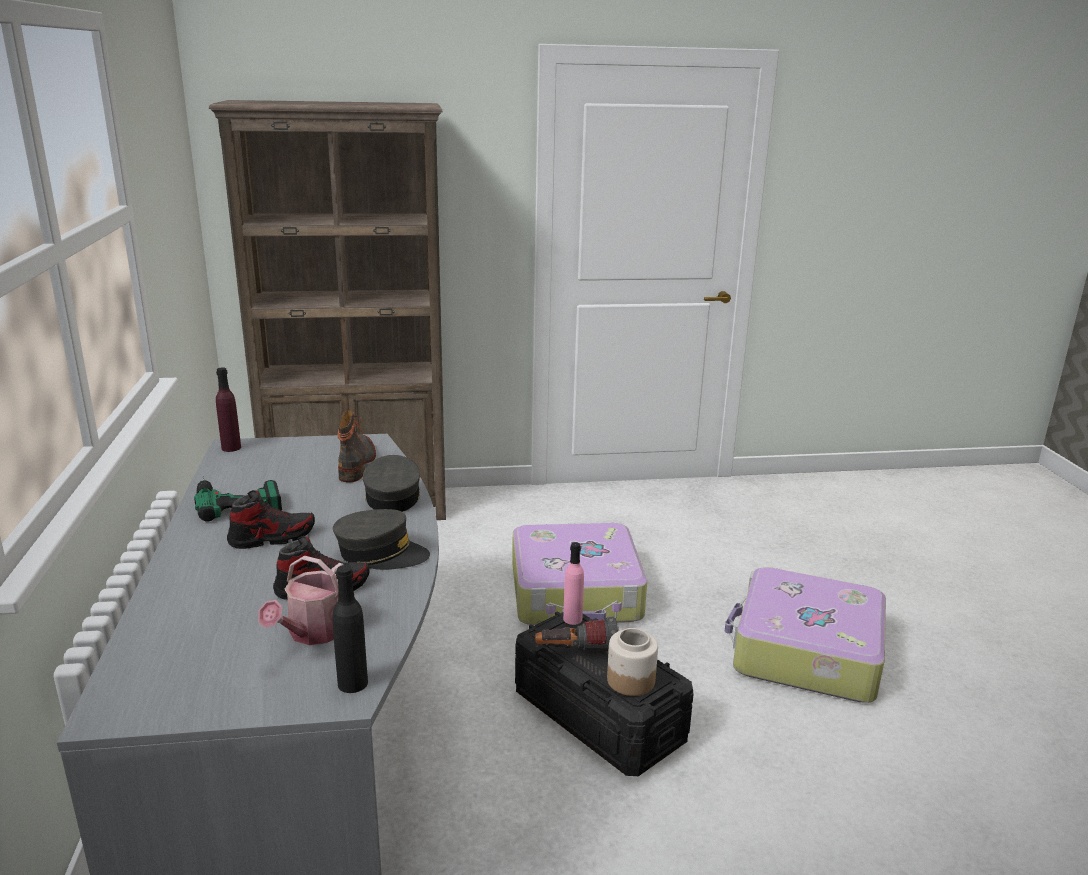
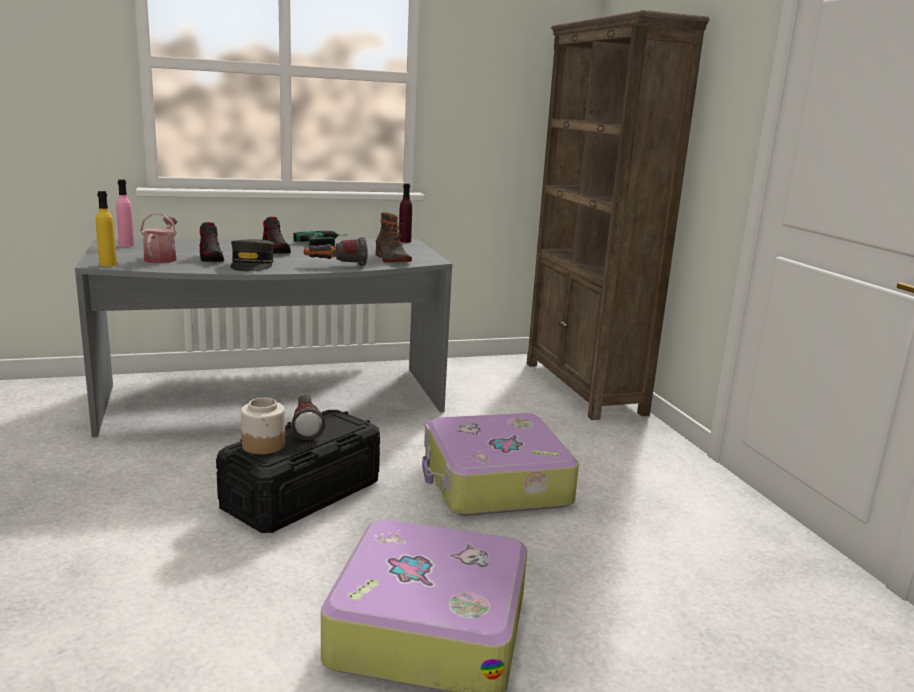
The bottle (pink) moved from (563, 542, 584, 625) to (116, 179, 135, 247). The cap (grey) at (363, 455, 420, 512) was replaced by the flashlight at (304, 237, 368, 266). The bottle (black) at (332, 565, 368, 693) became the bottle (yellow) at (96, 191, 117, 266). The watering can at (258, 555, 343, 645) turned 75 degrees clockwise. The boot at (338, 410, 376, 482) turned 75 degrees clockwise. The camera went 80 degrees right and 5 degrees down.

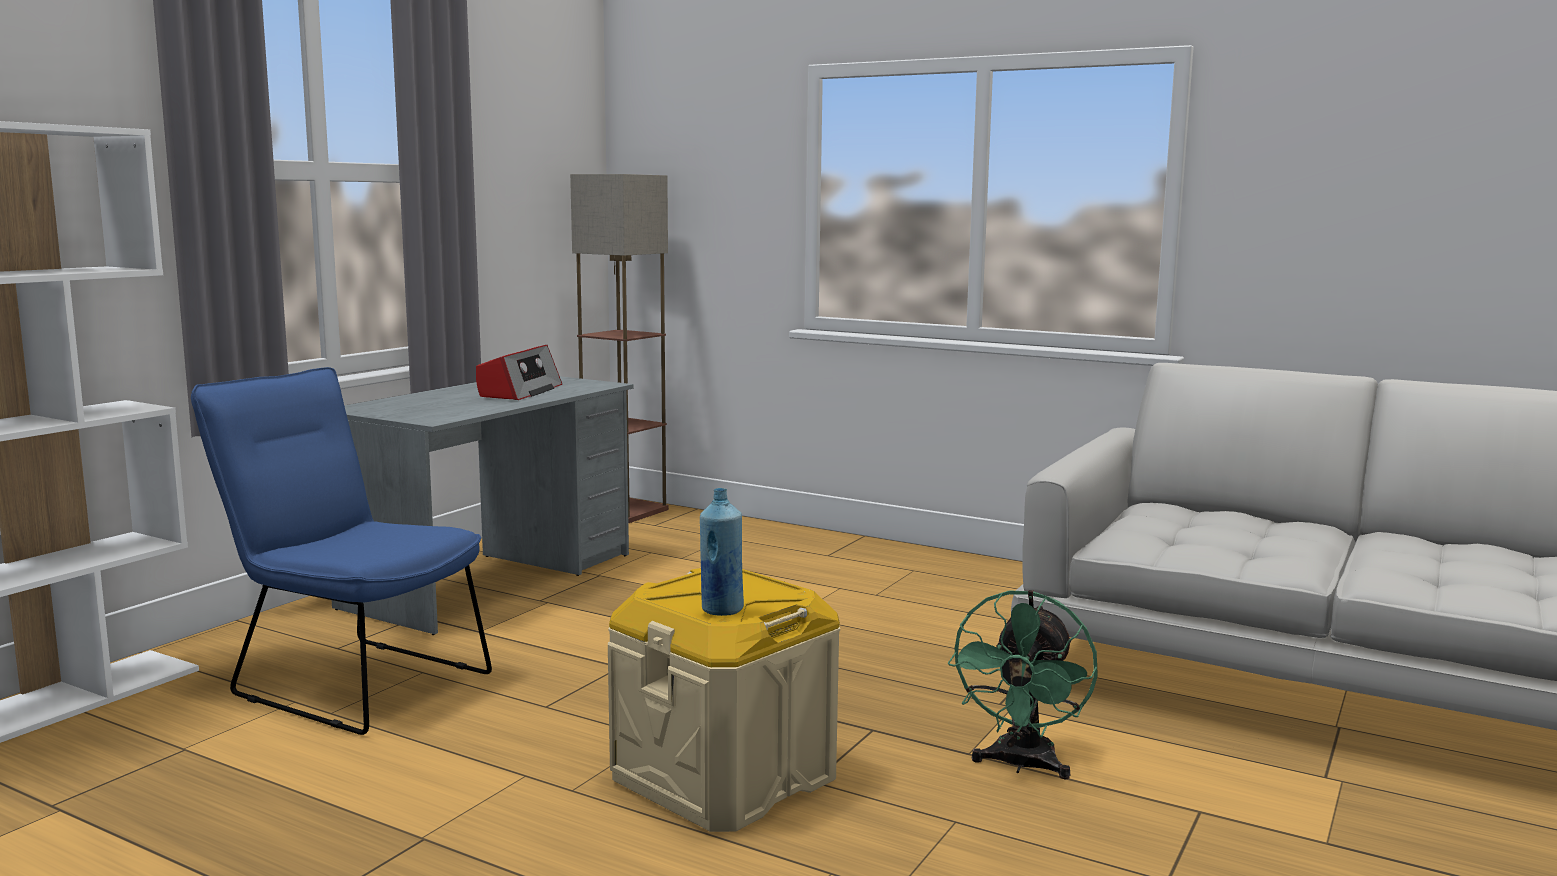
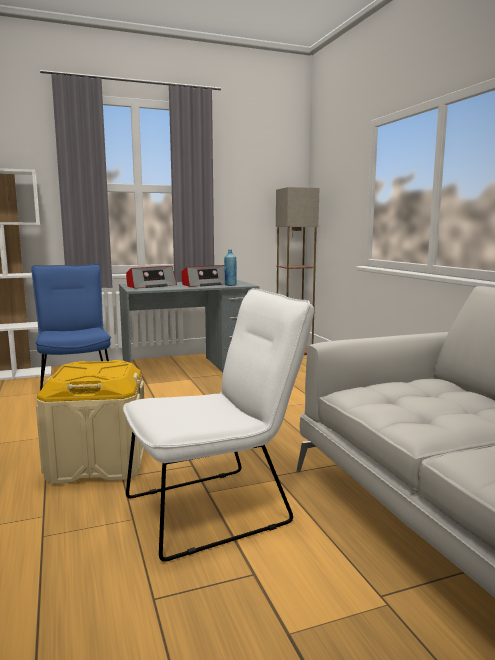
The radio at (126, 266, 177, 289) appeared. The bottle (blue) moved from (700, 488, 744, 616) to (224, 250, 237, 286). The fan (green) at (948, 590, 1098, 780) was replaced by the chair (white) at (123, 288, 314, 562). The camera went 40 degrees right and 0 degrees up.

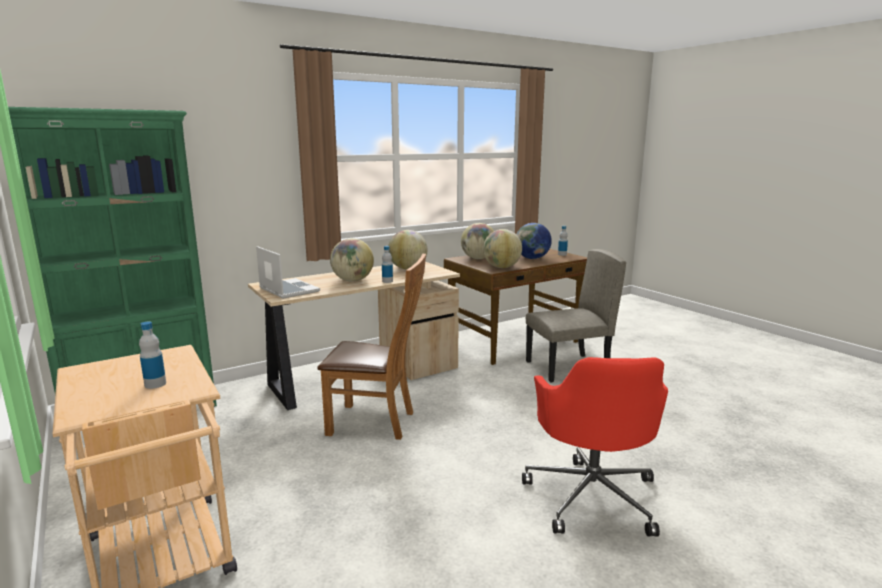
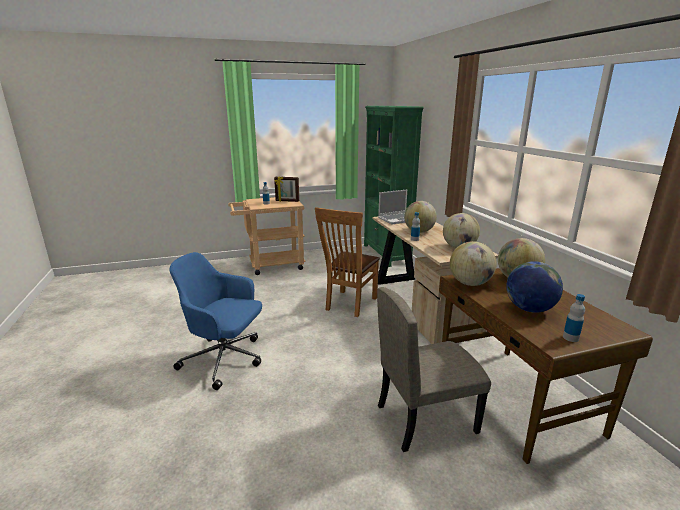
The picture frame at (274, 177, 299, 202) appeared. The office chair (red) at (522, 357, 668, 536) became the office chair (blue) at (169, 252, 262, 390). The chair (beige) at (526, 249, 626, 383) turned 75 degrees clockwise. The camera went 105 degrees right and 5 degrees up.

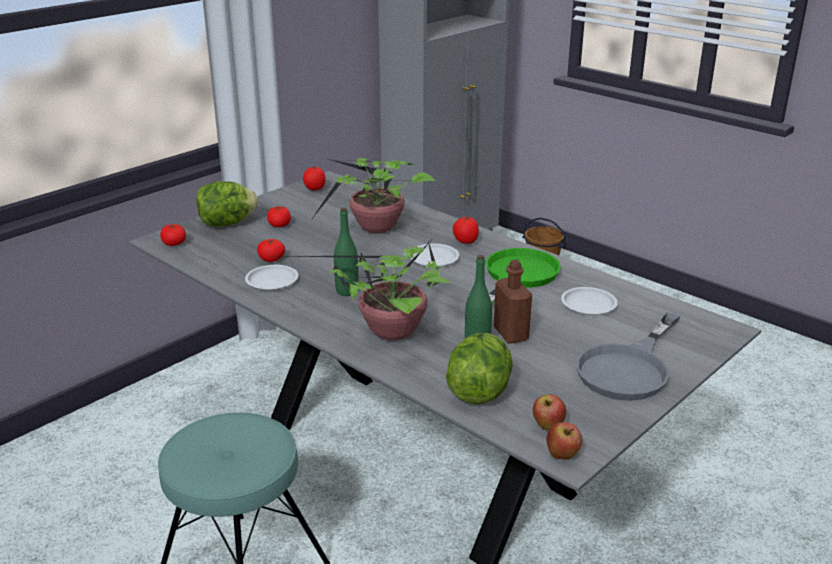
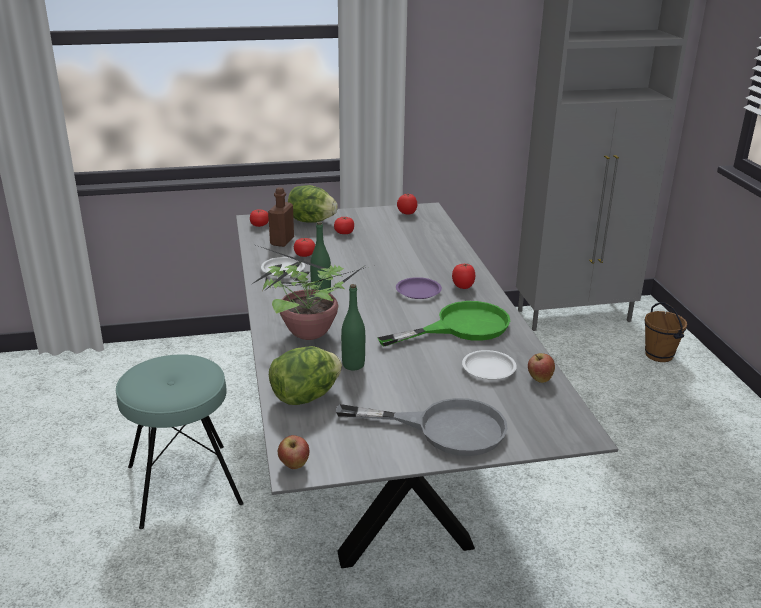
The potted plant at (311, 158, 436, 234) disappeared. The bottle (brown) moved from (494, 260, 532, 344) to (268, 187, 294, 247). The apple moved from (533, 394, 566, 430) to (528, 353, 555, 383). The plate (white) at (411, 244, 459, 267) became the plate (purple) at (396, 277, 442, 299). The frying pan (grey) at (576, 312, 680, 401) turned 150 degrees counterclockwise. The camera went 35 degrees right and 0 degrees up.

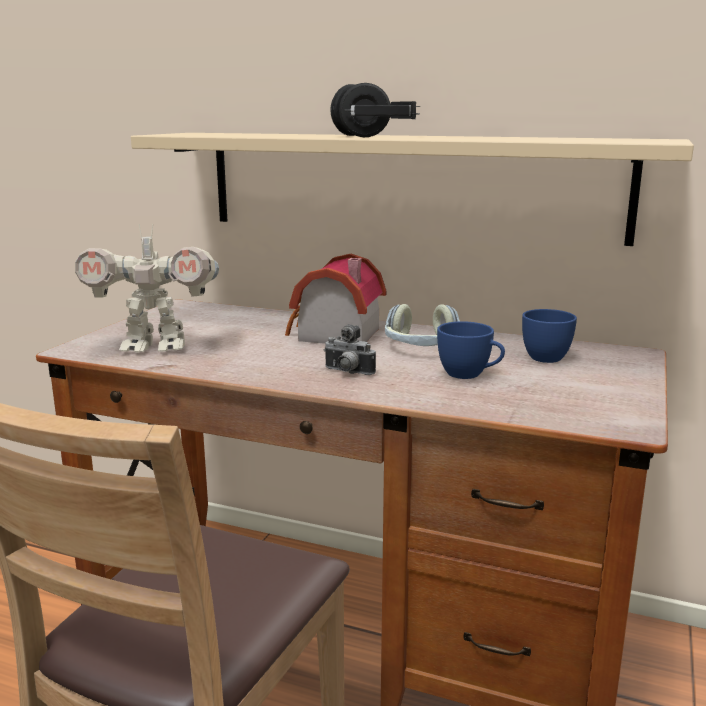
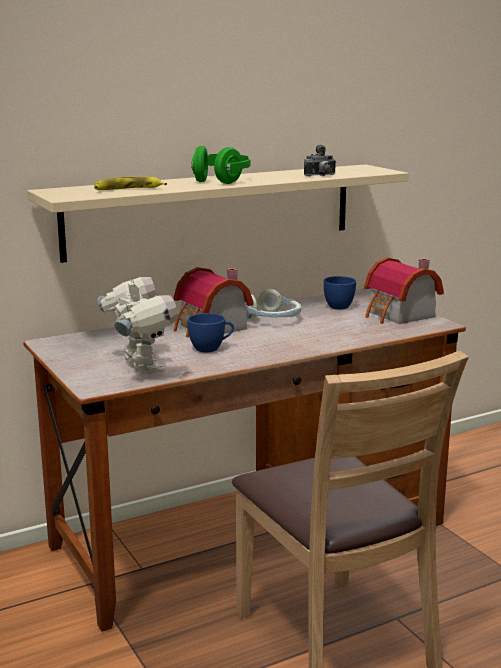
The banana at (94, 177, 167, 190) appeared. The toy house at (364, 257, 444, 324) appeared. The photo camera moved from (324, 324, 376, 375) to (304, 145, 336, 176). The cup (blue) moved from (437, 321, 505, 379) to (187, 313, 234, 352). The headphones (black) at (330, 83, 420, 137) became the headphones (green) at (191, 146, 251, 184). The toy robot at (75, 224, 219, 353) turned 60 degrees counterclockwise. The camera went 50 degrees left and 0 degrees up.

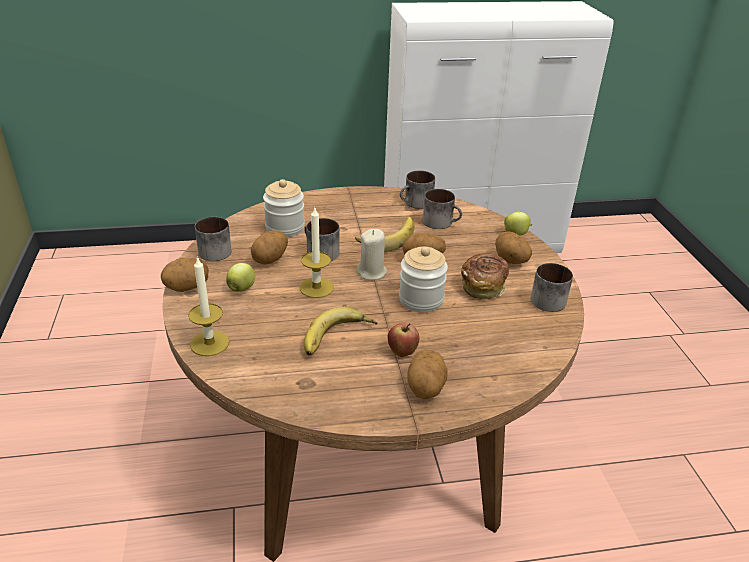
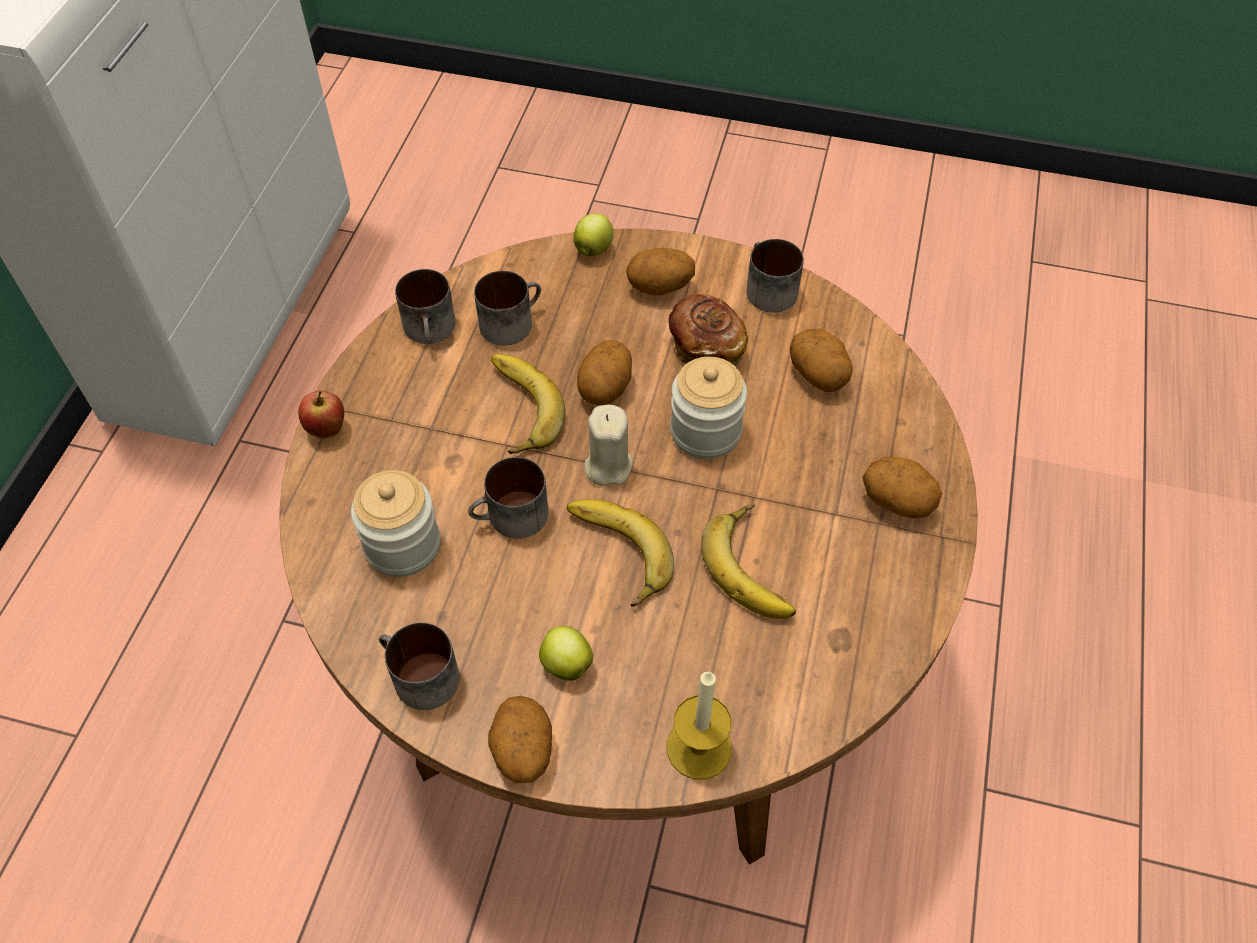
The potato moved from (251, 230, 288, 264) to (790, 329, 853, 392). The apple moved from (388, 322, 419, 357) to (298, 391, 344, 439). The candle at (300, 208, 334, 298) was replaced by the banana at (567, 499, 674, 607). The camera went 65 degrees left and 20 degrees up.

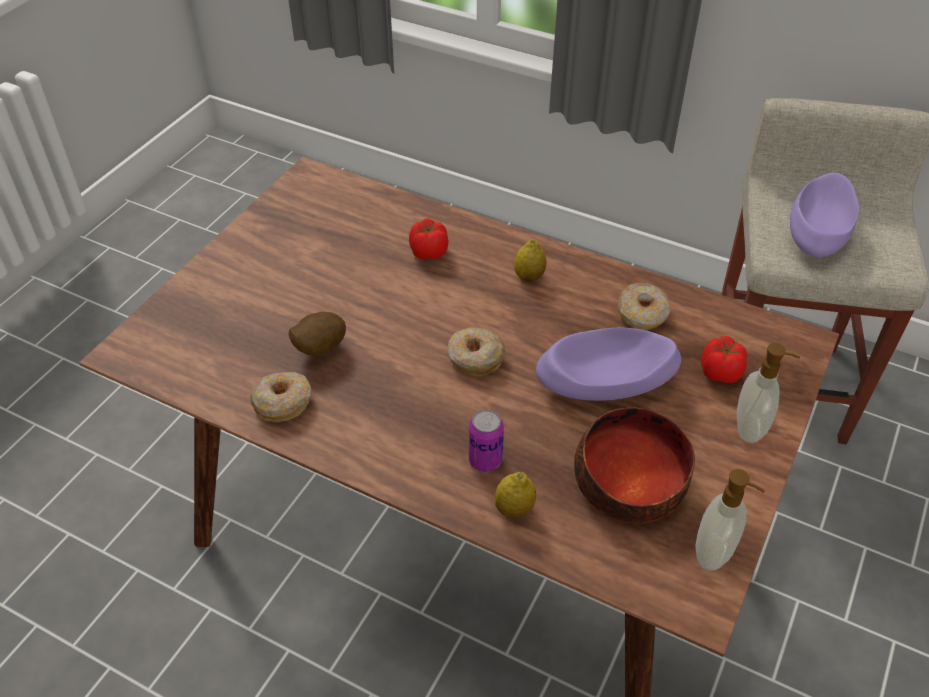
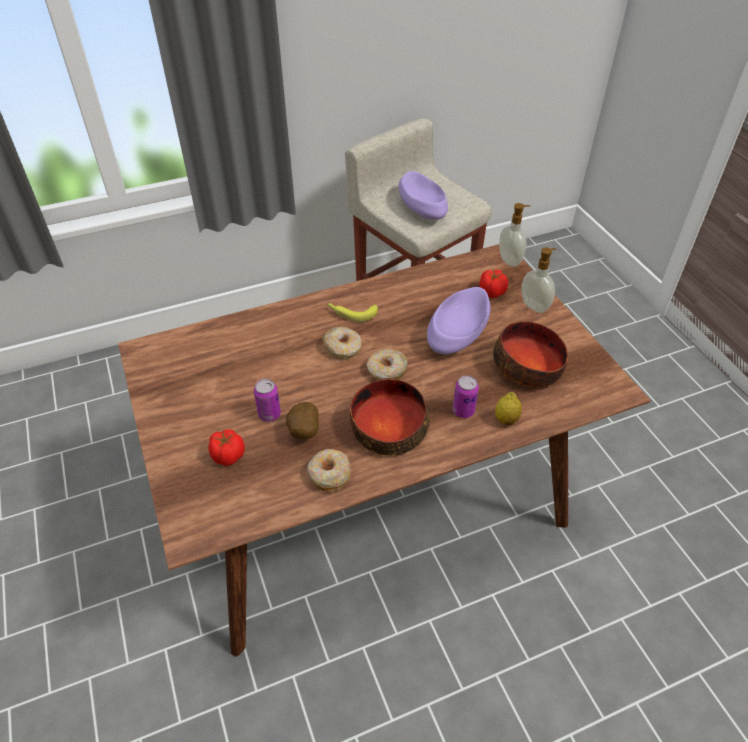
The can at (254, 379, 281, 422) appeared. The bowl at (350, 379, 430, 455) appeared. The tomato moved from (409, 218, 449, 259) to (208, 429, 245, 466). The donut moved from (618, 283, 671, 330) to (323, 327, 362, 359). The soap dispenser moved from (695, 469, 765, 571) to (499, 203, 530, 267). The lemon at (514, 239, 547, 282) was replaced by the banana at (327, 303, 378, 322). The camera went 50 degrees left and 0 degrees up.

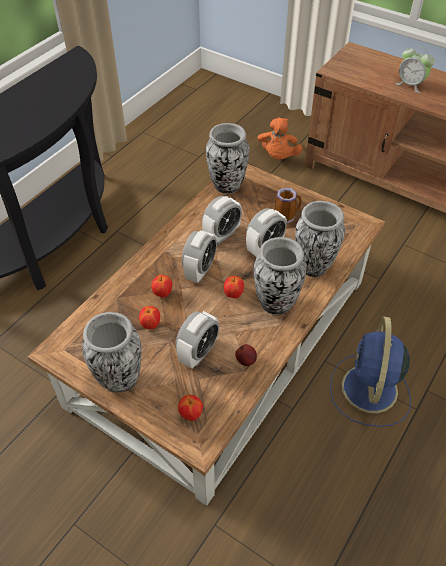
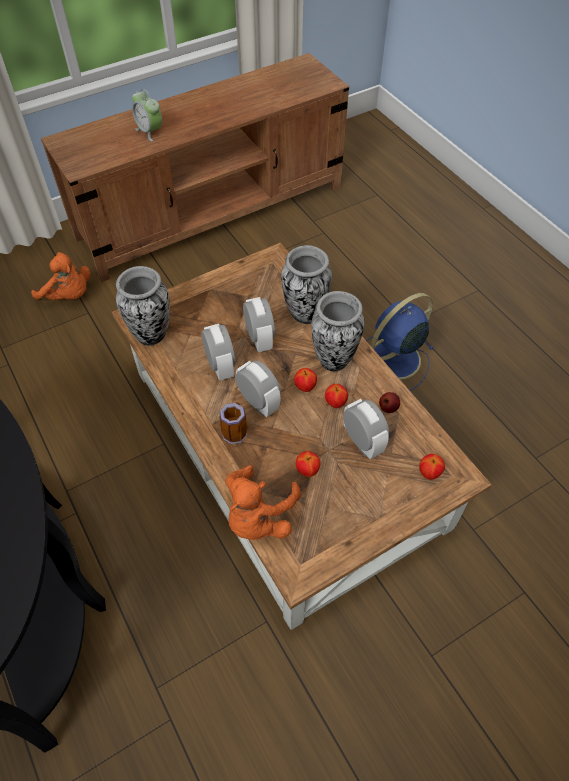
The vase at (82, 312, 141, 393) disappeared. The plush toy (orange) at (225, 465, 301, 540) appeared. The apple moved from (151, 275, 172, 297) to (325, 384, 348, 408). The mug moved from (275, 187, 302, 224) to (219, 402, 247, 444). The fan (blue) at (330, 316, 411, 427) turned 105 degrees clockwise. The alarm clock at (395, 46, 435, 93) turned 75 degrees clockwise. The camera went 65 degrees left and 5 degrees up.

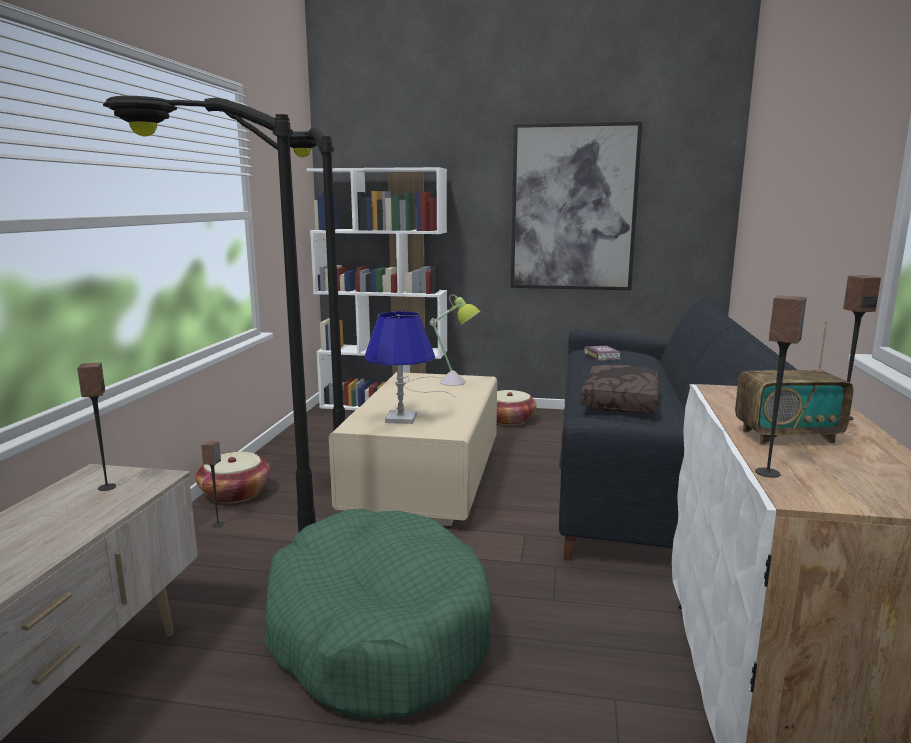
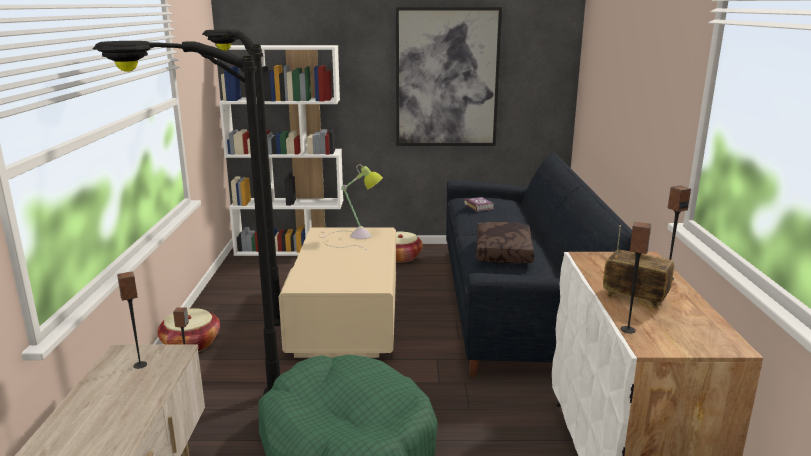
The table lamp (blue) at (365, 311, 435, 424) disappeared. The radio at (735, 321, 853, 444) turned 135 degrees counterclockwise. The camera went 10 degrees left and 5 degrees up.

